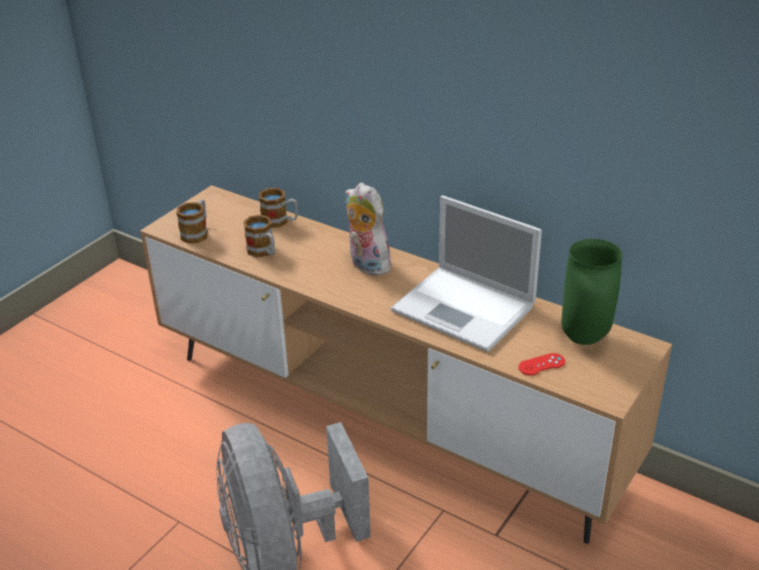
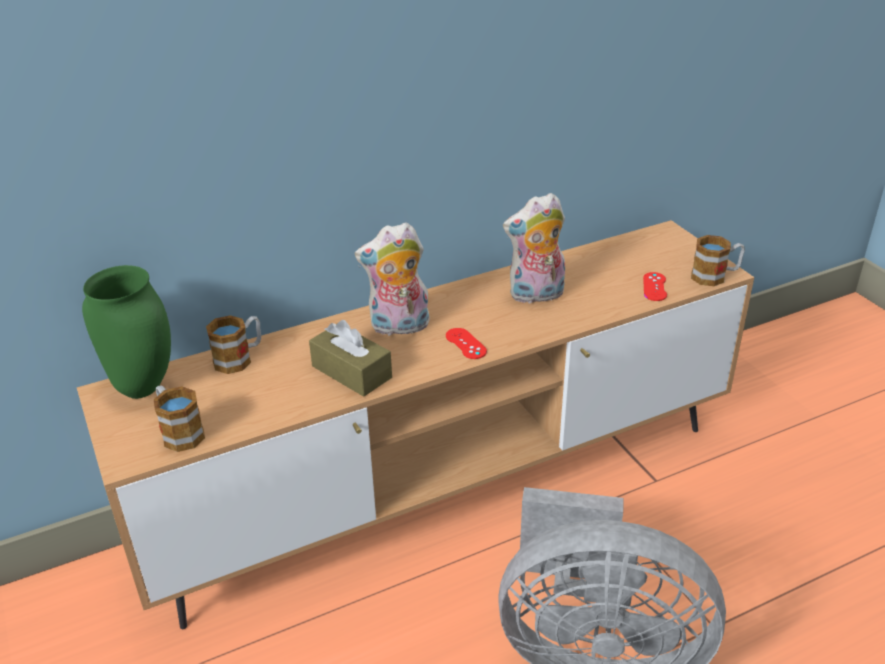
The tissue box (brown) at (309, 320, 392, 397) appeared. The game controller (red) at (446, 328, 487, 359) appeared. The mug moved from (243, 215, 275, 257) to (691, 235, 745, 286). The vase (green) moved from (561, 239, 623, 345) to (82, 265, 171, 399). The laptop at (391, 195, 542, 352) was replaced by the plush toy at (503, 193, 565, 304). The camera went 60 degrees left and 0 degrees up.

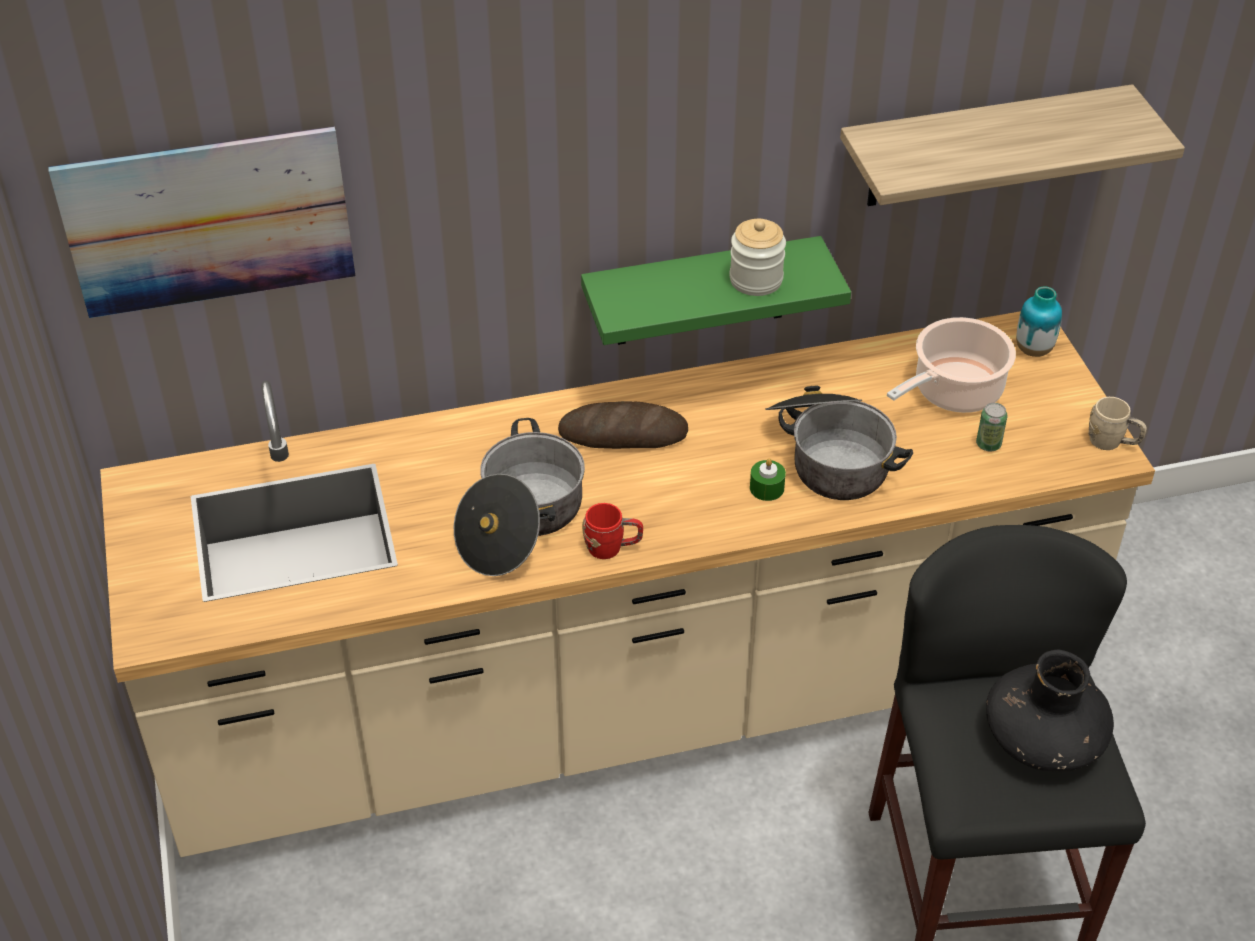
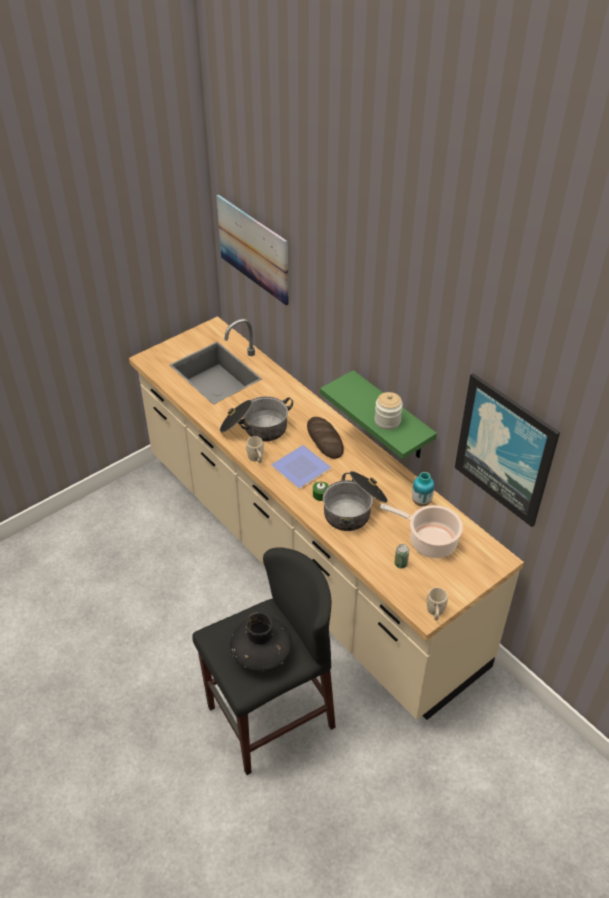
The plate at (271, 445, 331, 488) appeared. The vase moved from (1016, 287, 1062, 357) to (412, 472, 434, 506). The shelf at (840, 84, 1185, 206) was replaced by the picture at (455, 373, 560, 527). The mug (red) at (582, 503, 643, 559) became the mug (beige) at (246, 436, 264, 463). The camera went 65 degrees right and 0 degrees up.

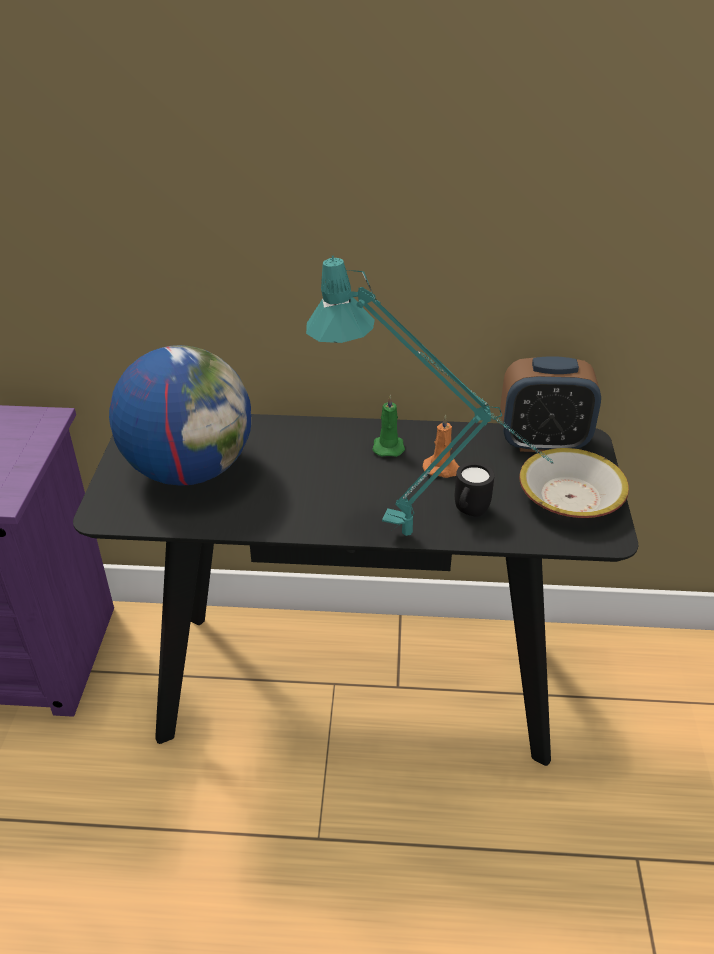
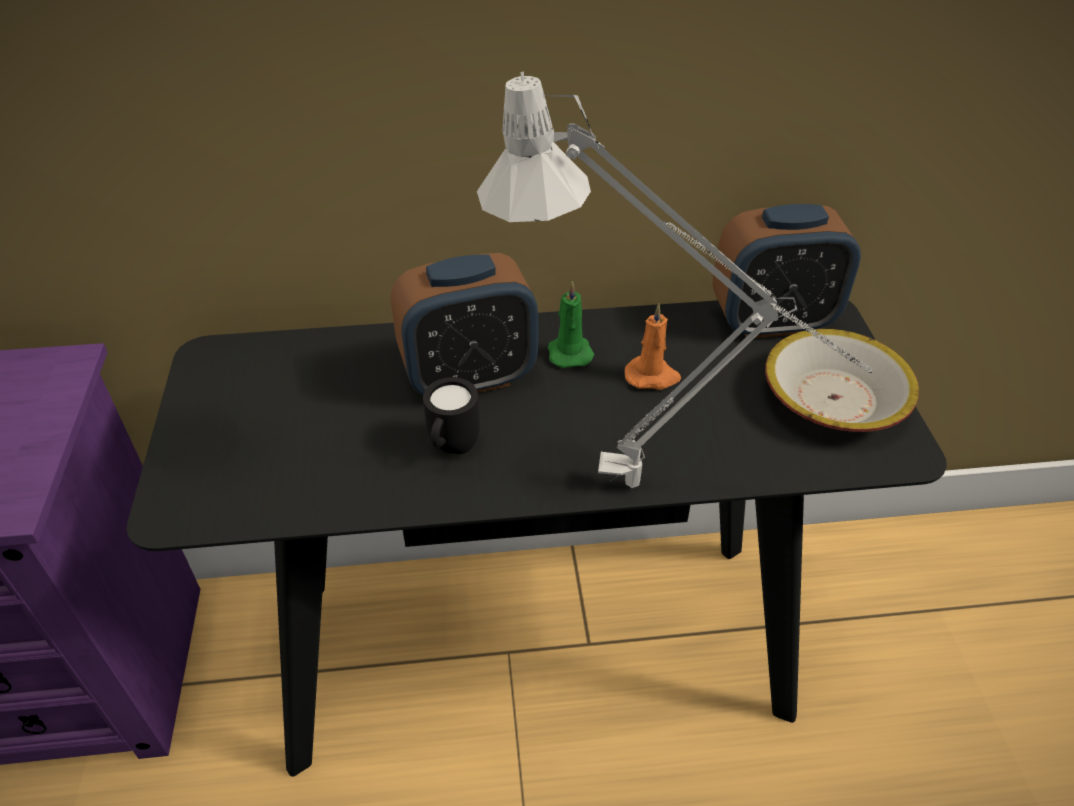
The globe at (109, 345, 251, 486) disappeared. The alarm clock at (391, 253, 538, 396) appeared. The mug (black) moved from (455, 462, 495, 517) to (423, 377, 480, 454). The table lamp (turquoise) at (306, 256, 554, 536) became the table lamp (grey) at (477, 71, 874, 488). The camera went 10 degrees left and 5 degrees up.

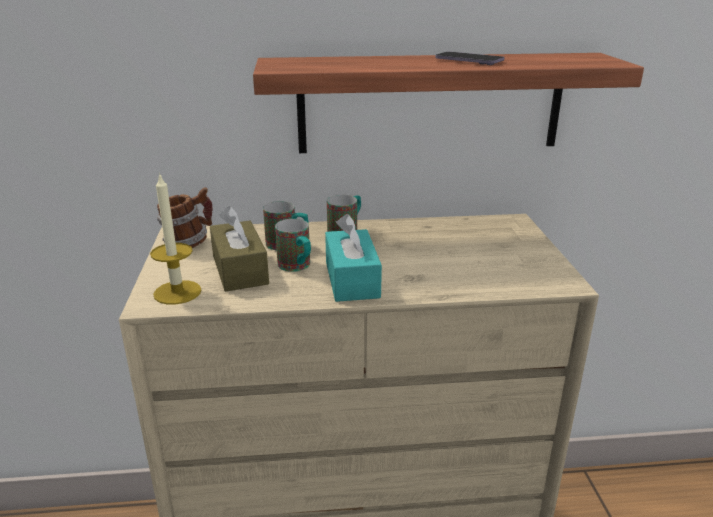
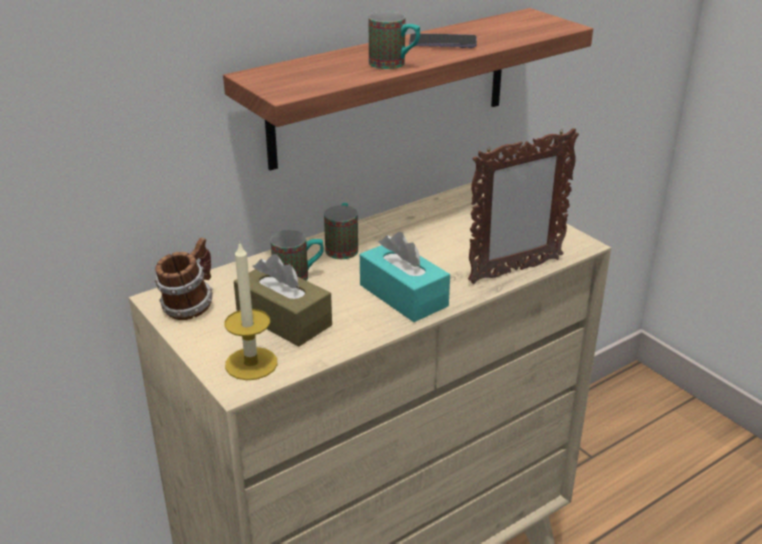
The picture frame at (468, 128, 579, 284) appeared. The mug moved from (275, 219, 311, 272) to (369, 11, 420, 69). The camera went 30 degrees left and 5 degrees up.

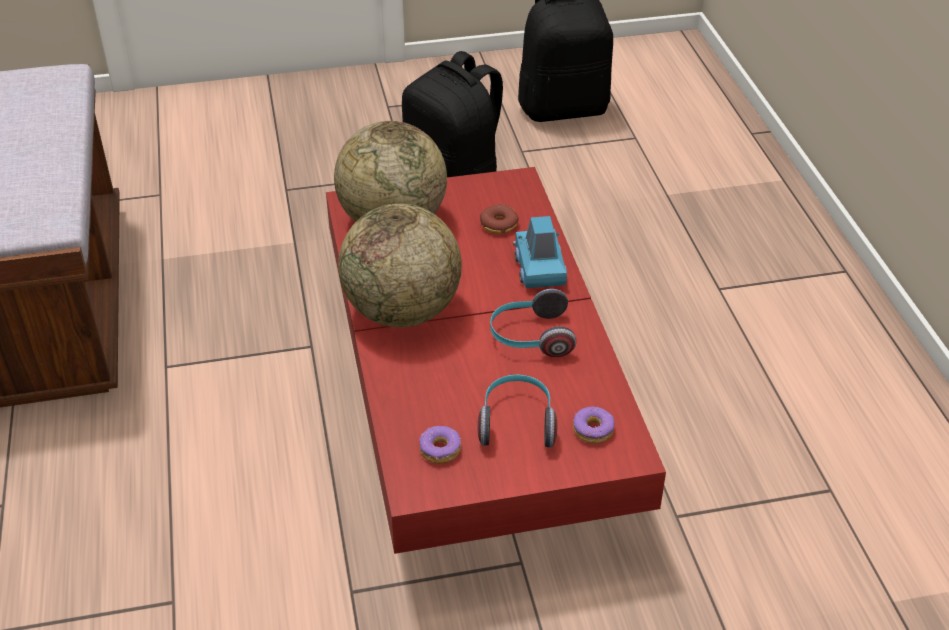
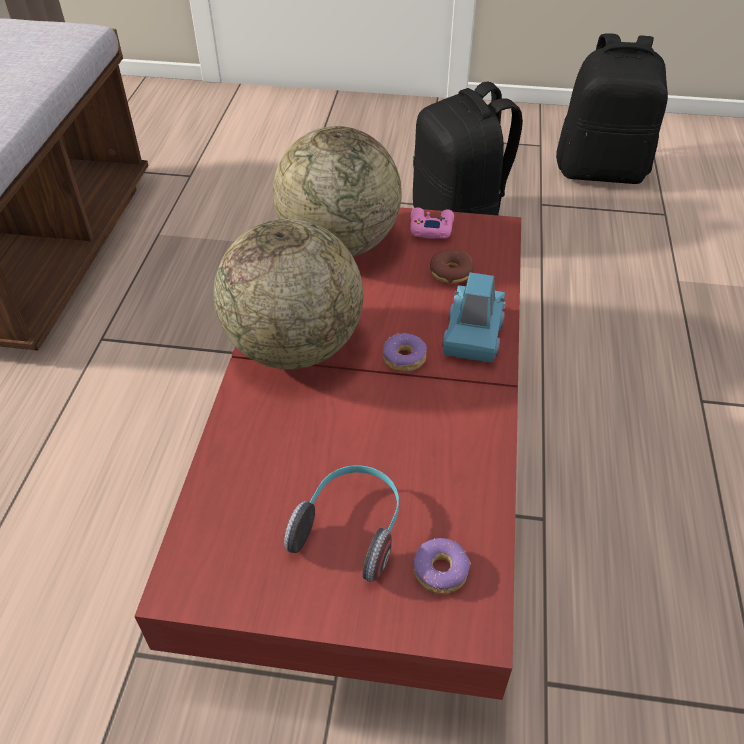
The headphones at (490, 289, 576, 357) disappeared. The game controller (pink) at (410, 207, 454, 239) appeared. The donut moved from (419, 426, 461, 464) to (383, 333, 427, 372). The camera went 20 degrees right and 5 degrees up.

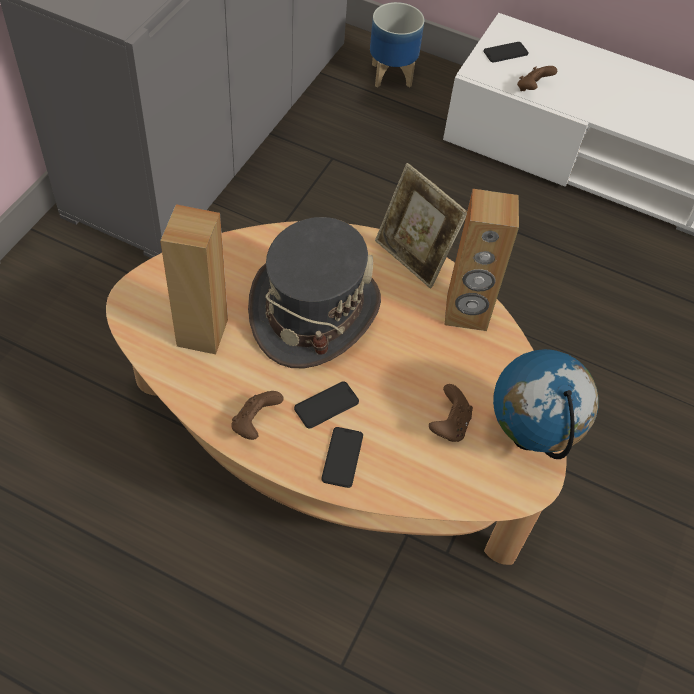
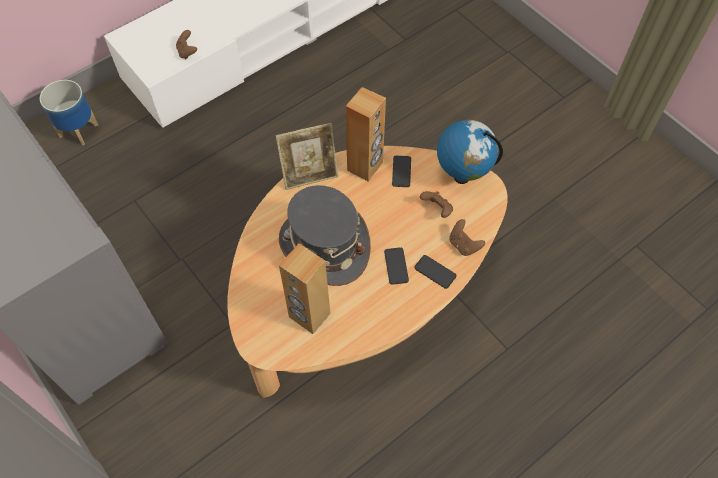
The game controller (brown) moved from (231, 391, 284, 440) to (449, 219, 485, 256). The phone moved from (483, 42, 529, 63) to (392, 156, 411, 187). The camera went 60 degrees left and 5 degrees up.

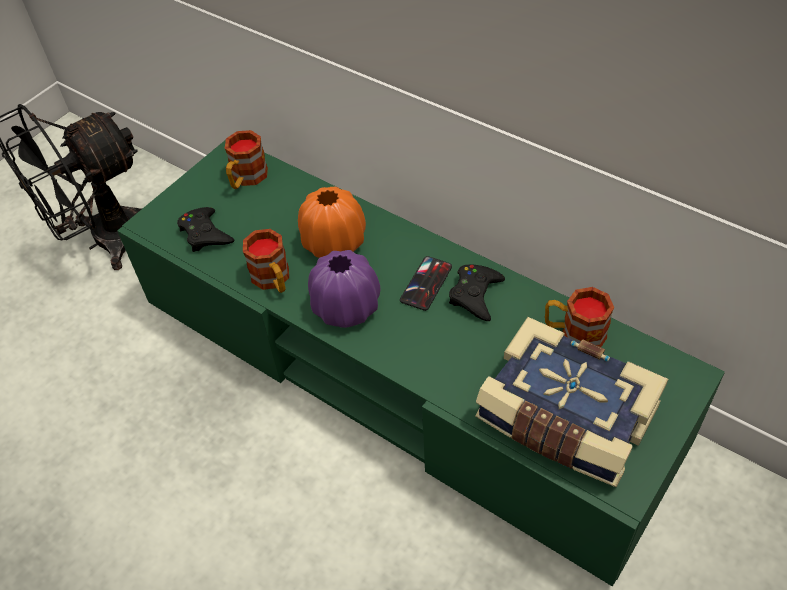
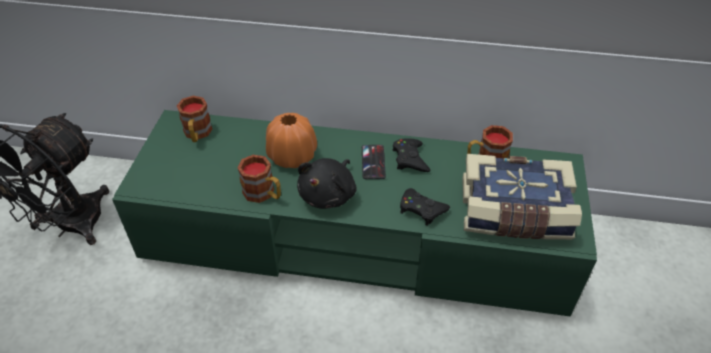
The game controller (black) moved from (177, 207, 234, 252) to (400, 188, 450, 226). The vase (purple) at (308, 250, 381, 328) was replaced by the plush toy (black) at (297, 158, 357, 209). The camera went 30 degrees left and 5 degrees down.

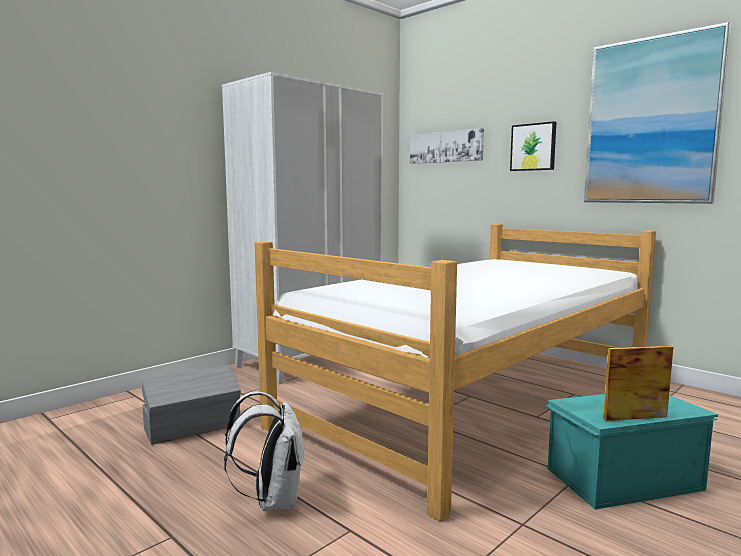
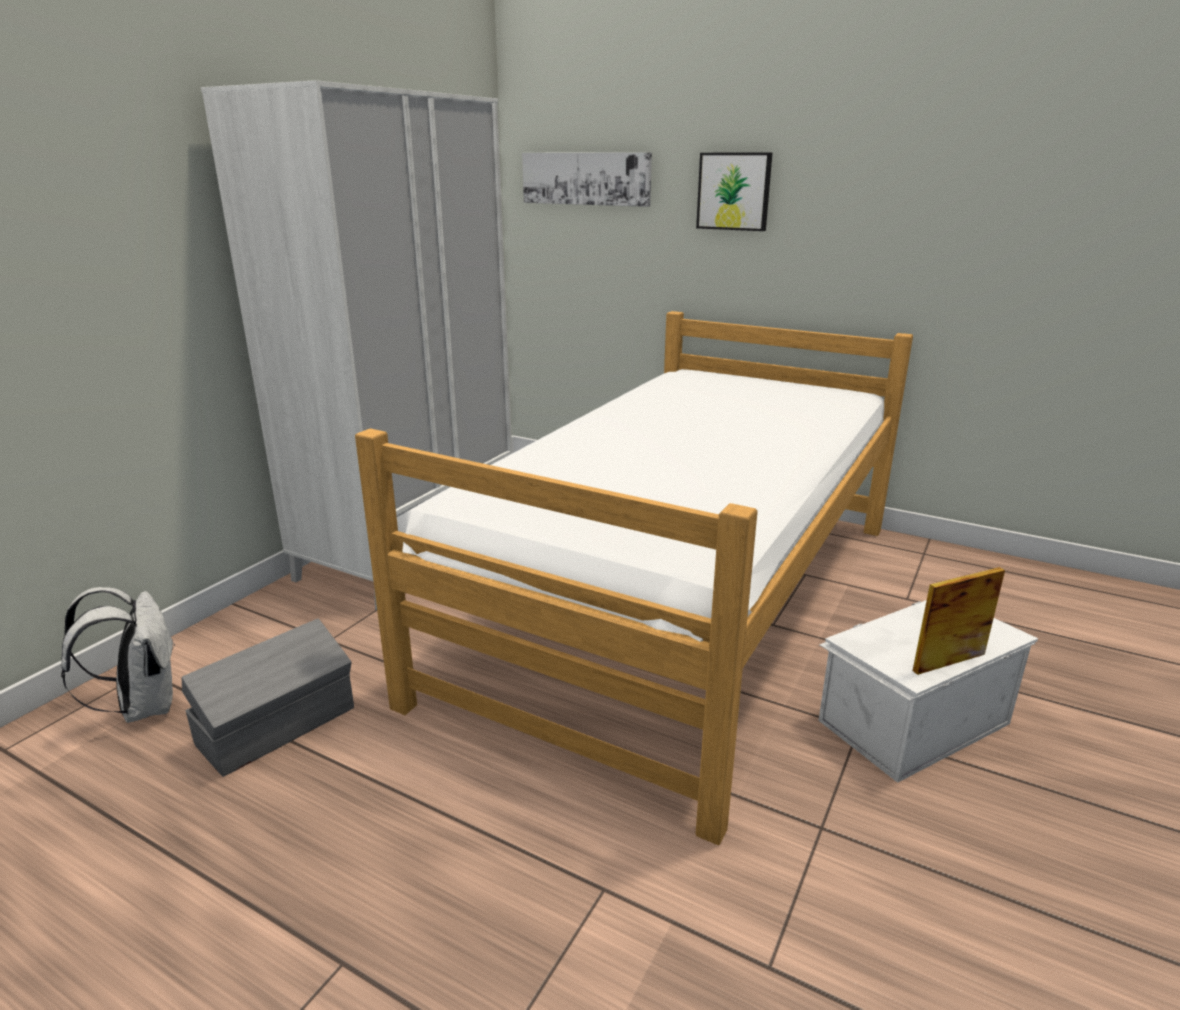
The picture at (584, 22, 731, 204) disappeared. The backpack (white) moved from (224, 391, 305, 511) to (61, 587, 175, 723). The storage box (turquoise) at (544, 394, 718, 509) became the storage box (white) at (819, 600, 1038, 783). The camera went 15 degrees left and 15 degrees up.

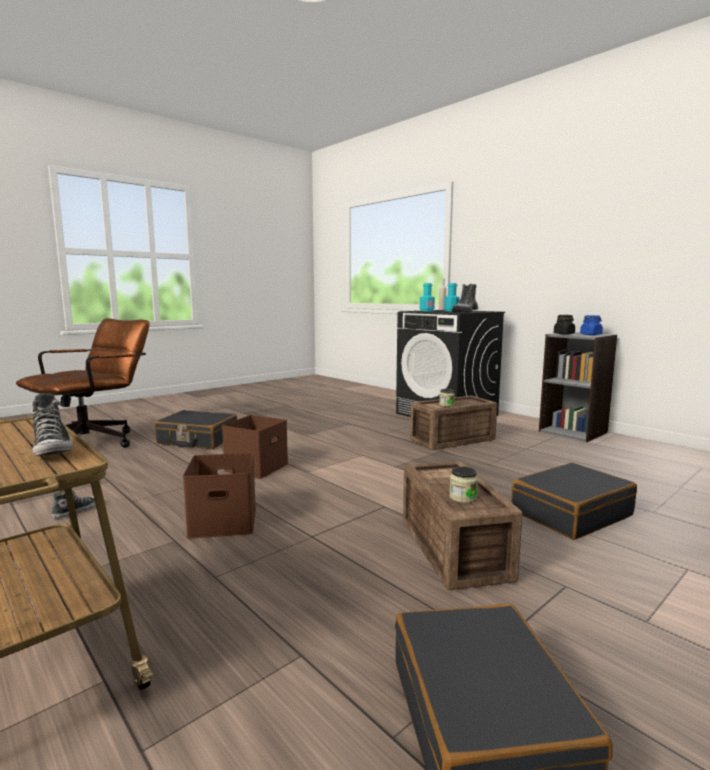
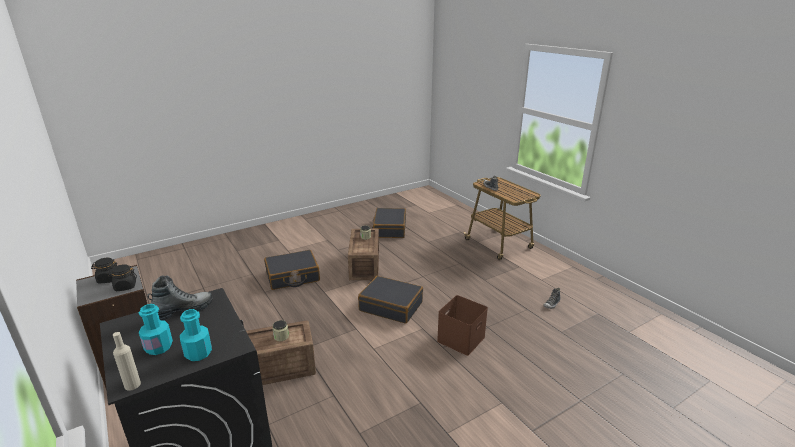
The office chair (brown) at (16, 318, 150, 448) disappeared. The storage box (brown) at (183, 453, 256, 538) disappeared. The suitcase (black) moved from (154, 410, 237, 449) to (358, 276, 423, 324). The jar (blue) at (580, 315, 603, 335) became the jar (black) at (91, 258, 117, 283). The camera went 170 degrees left and 15 degrees up.

